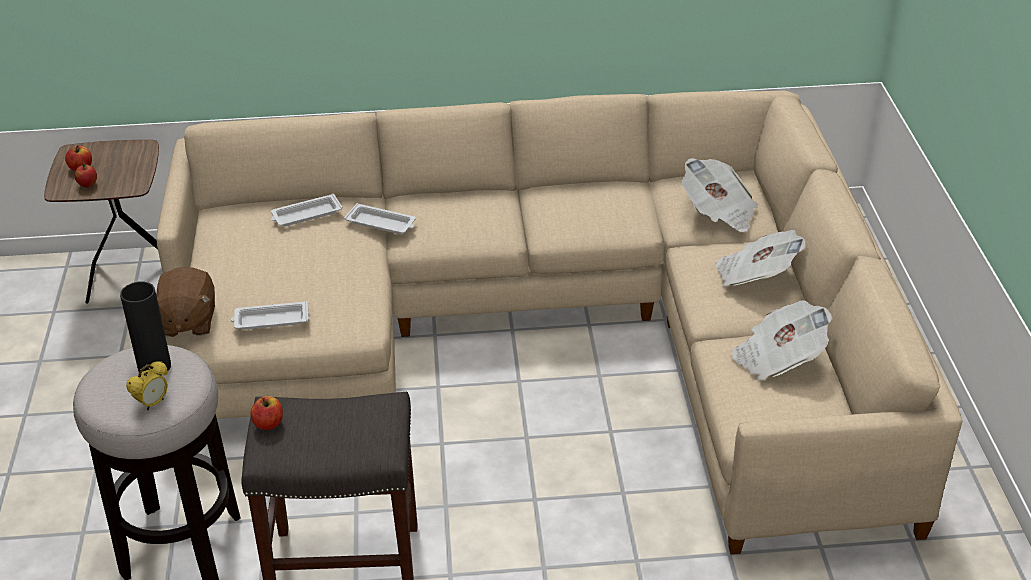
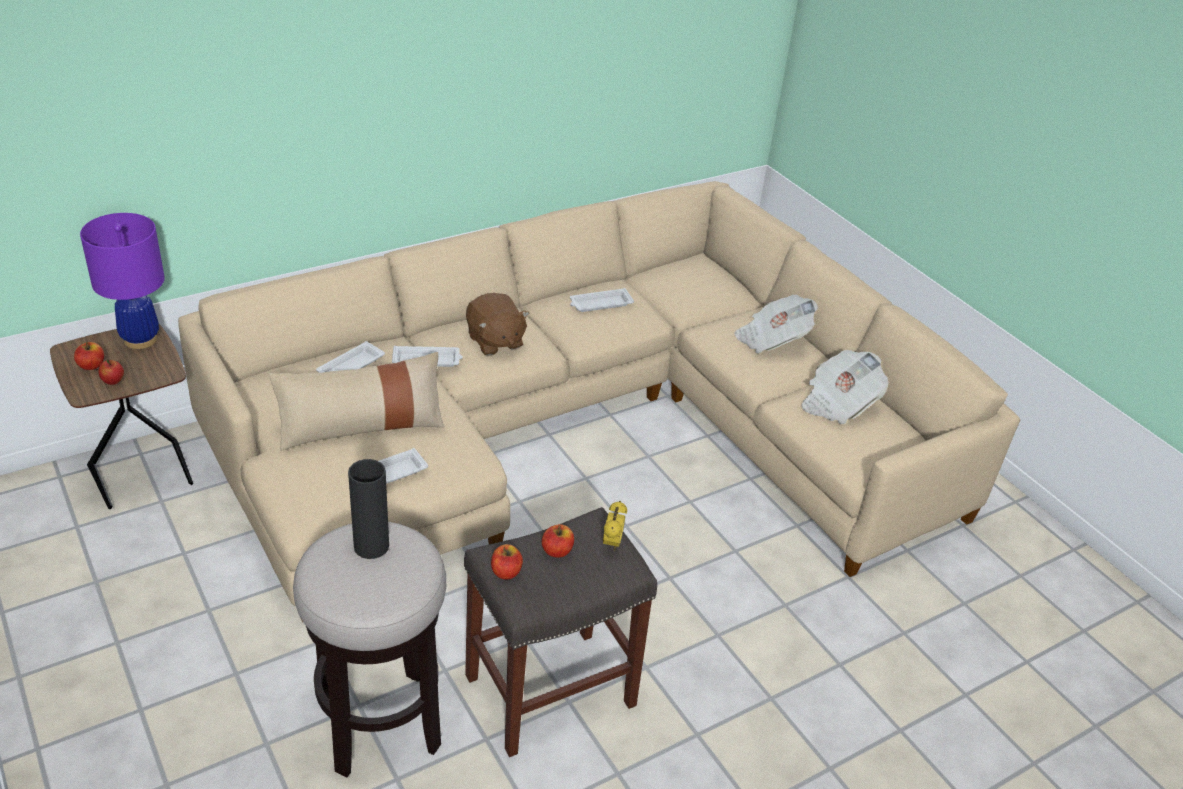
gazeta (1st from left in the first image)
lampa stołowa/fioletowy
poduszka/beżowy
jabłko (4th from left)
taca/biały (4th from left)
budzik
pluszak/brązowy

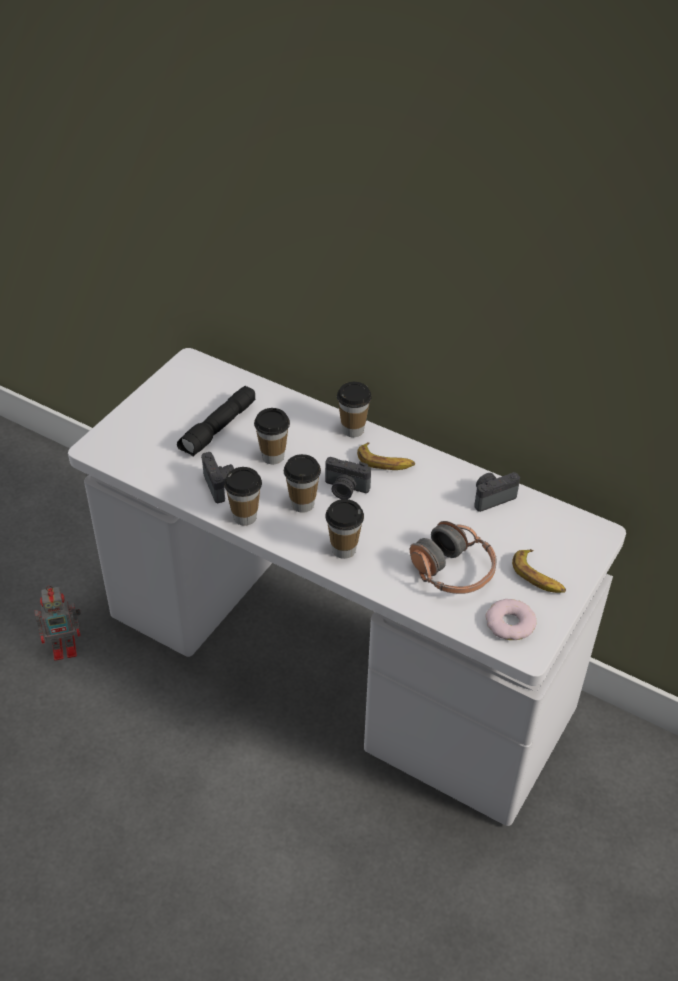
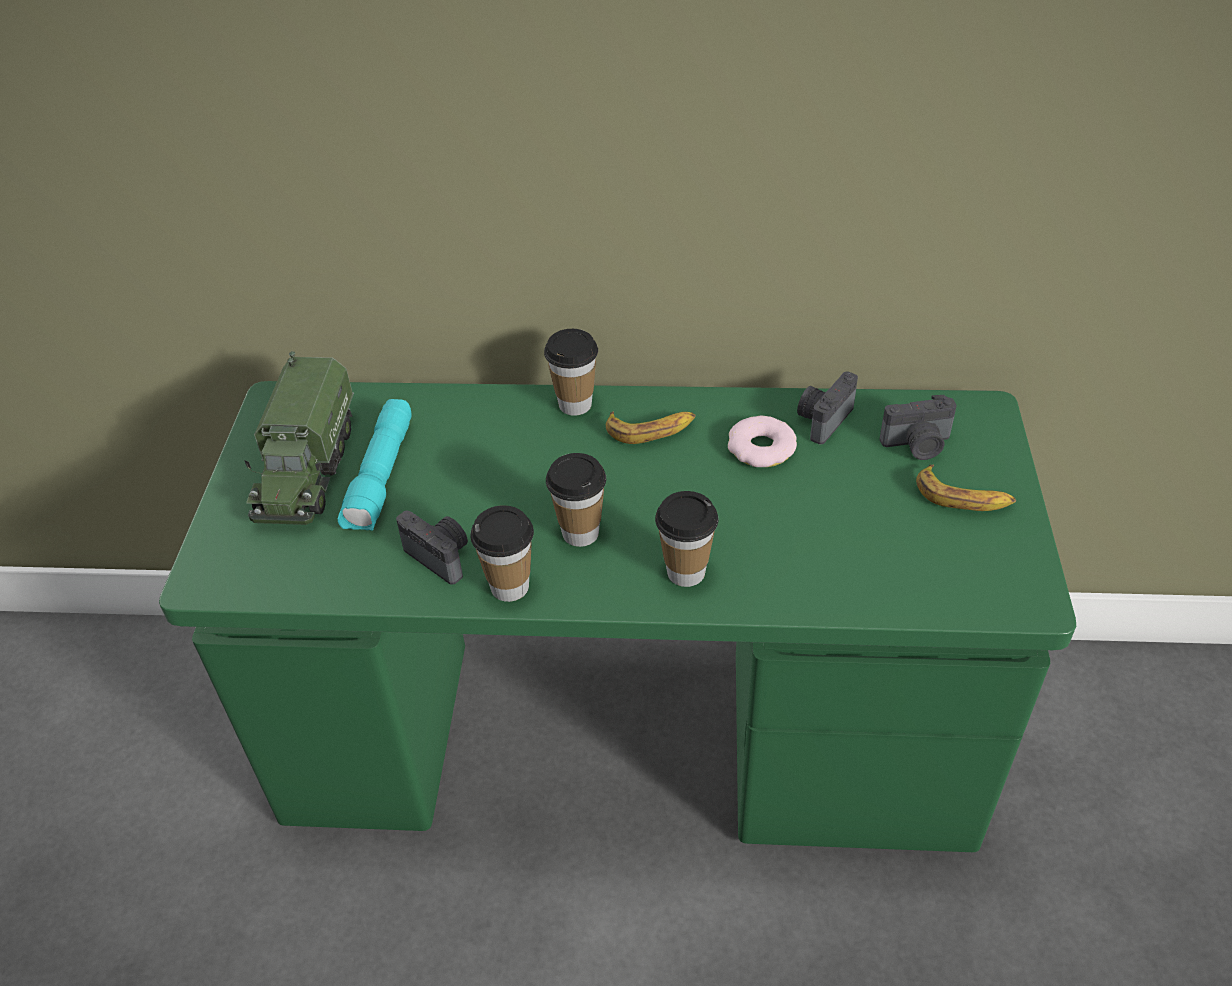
robot zabawkowy
filiżanka (2nd from left in the first image)
słuchawki
ciężarówka zabawkowa
aparat fotograficzny (3rd from left)
donut
biurko/zielony
latarka/turkusowy

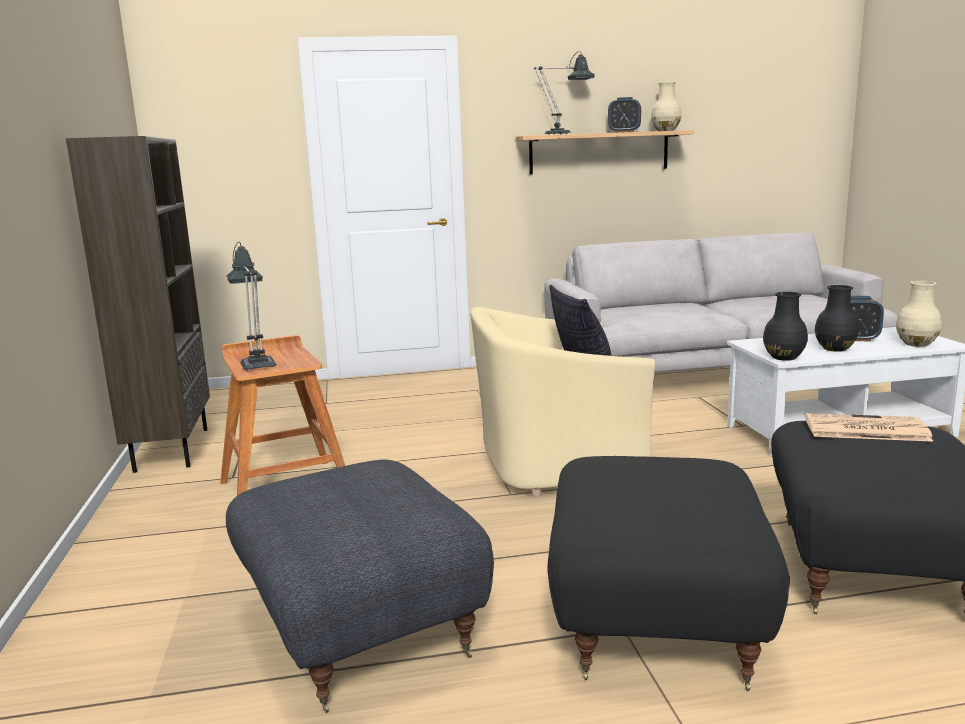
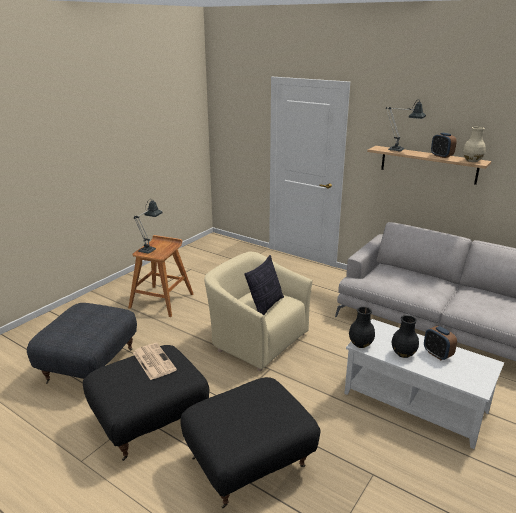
regał/brązowy
wazon/beżowy (2nd from left in the first image)
gazeta

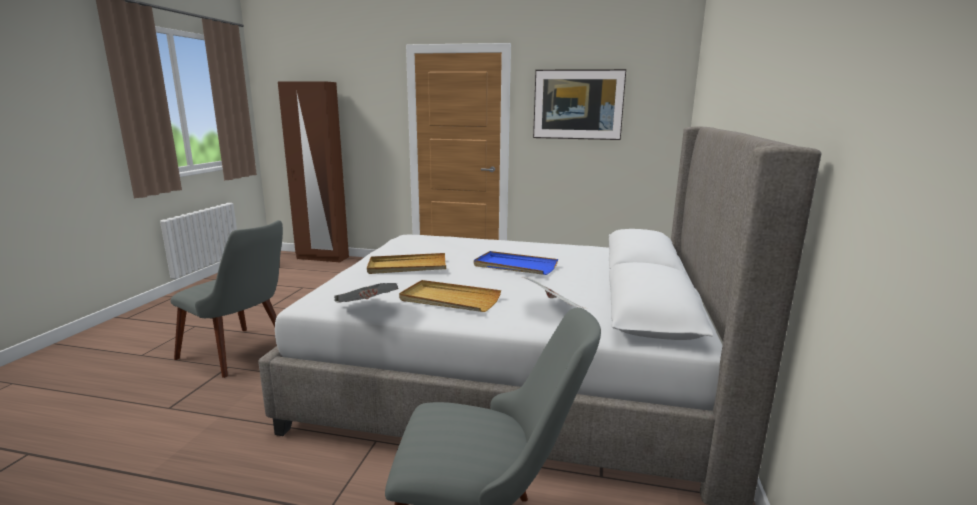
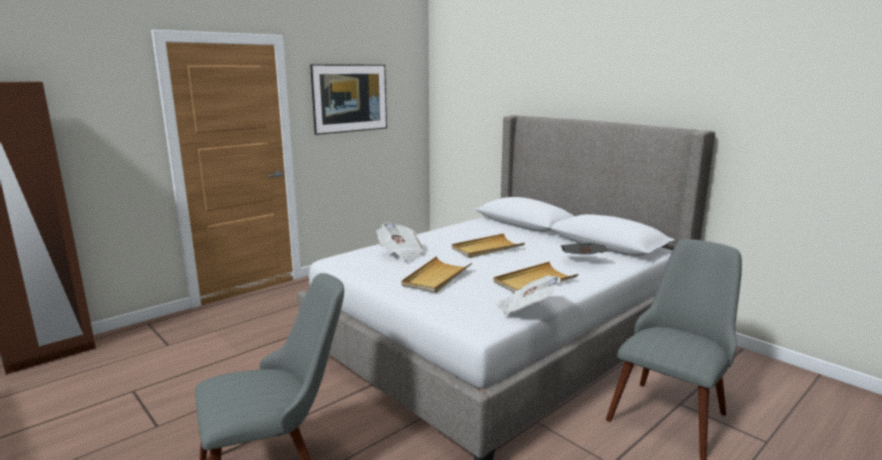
gazeta (1st from left)
taca/beżowy (2nd from left)

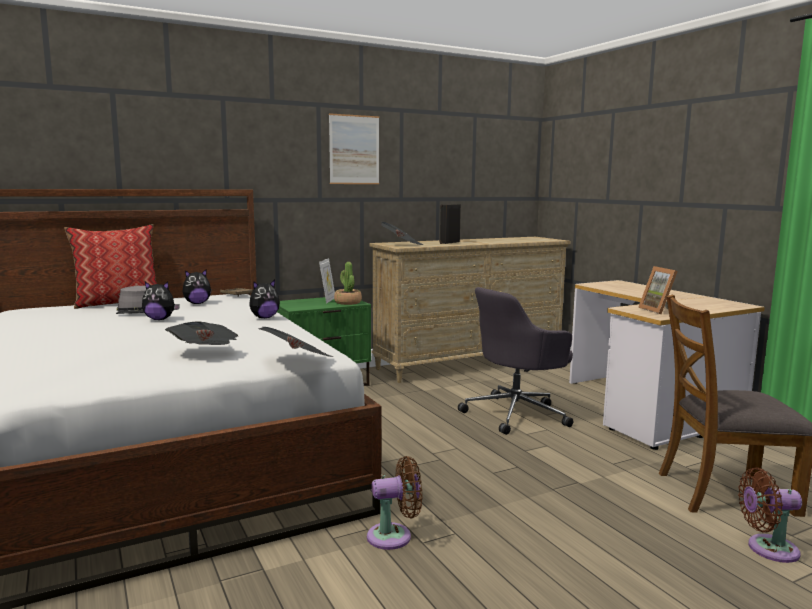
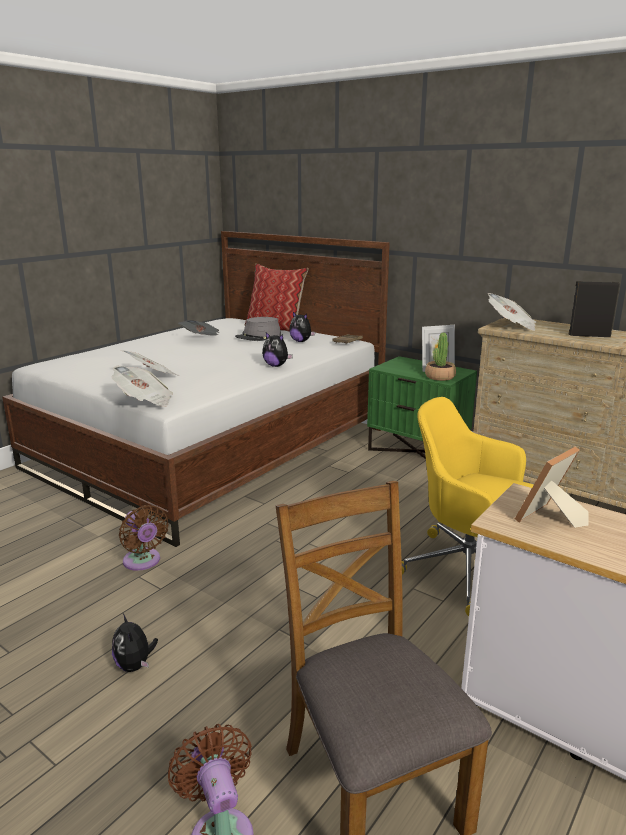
obraz
gazeta (3rd from left)
pluszak (1st from left)
krzesło biurowe/żółty

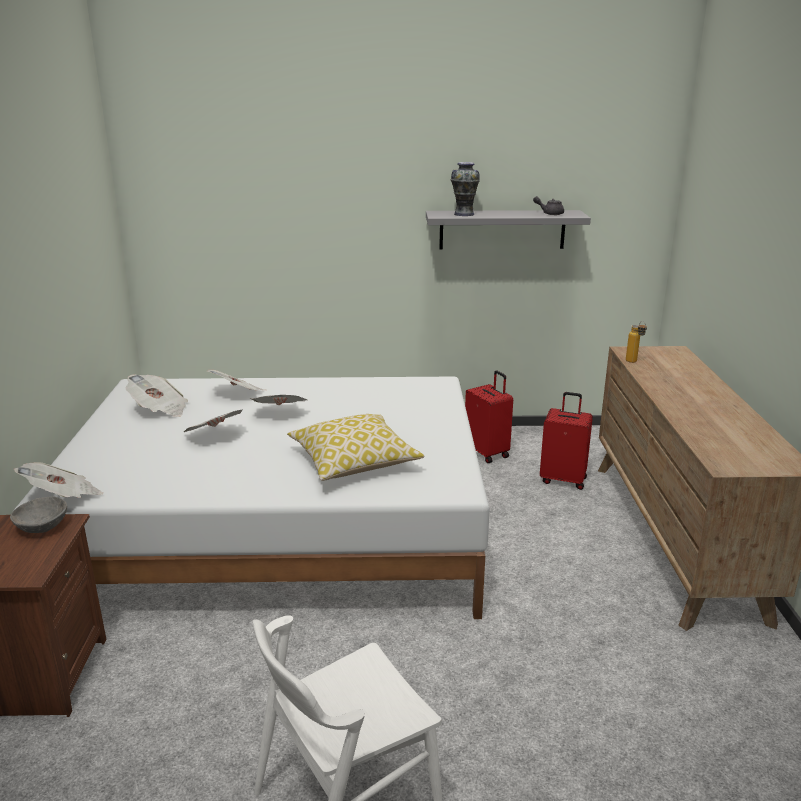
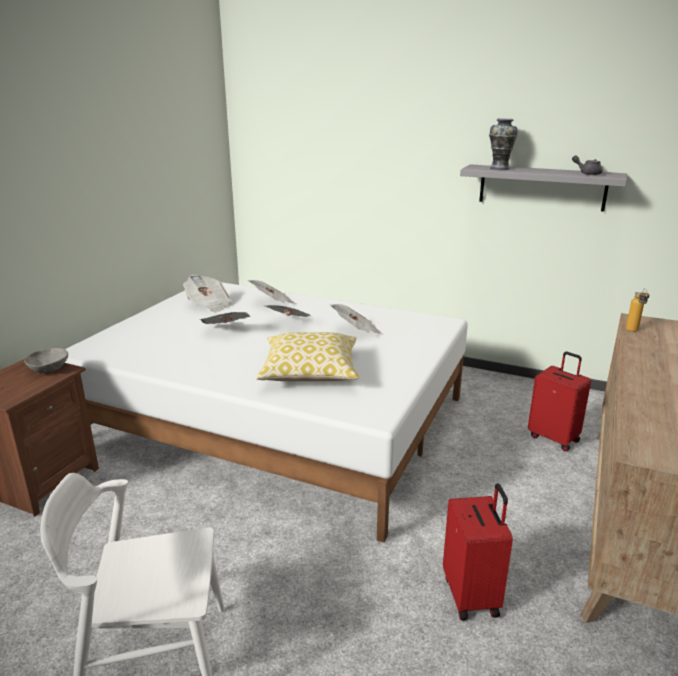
gazeta (5th from left)
walizka/czerwony (1st from left)

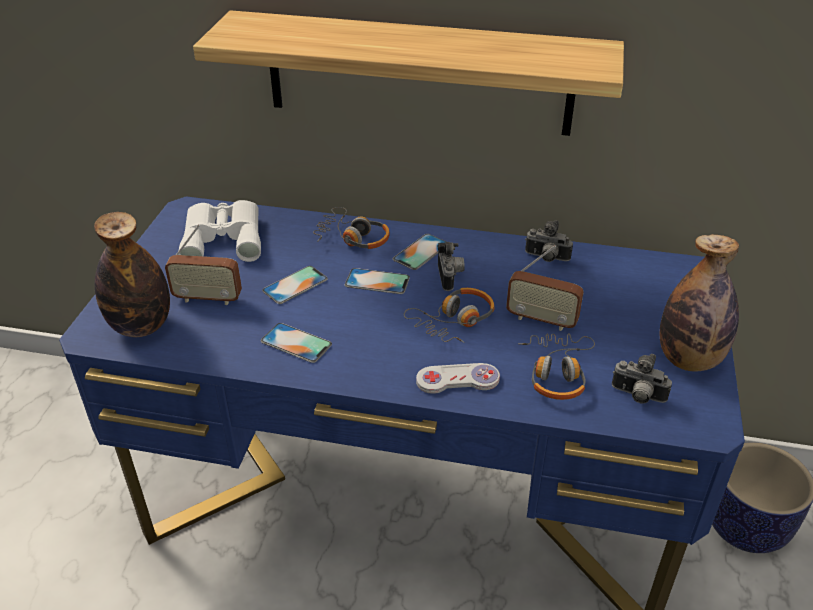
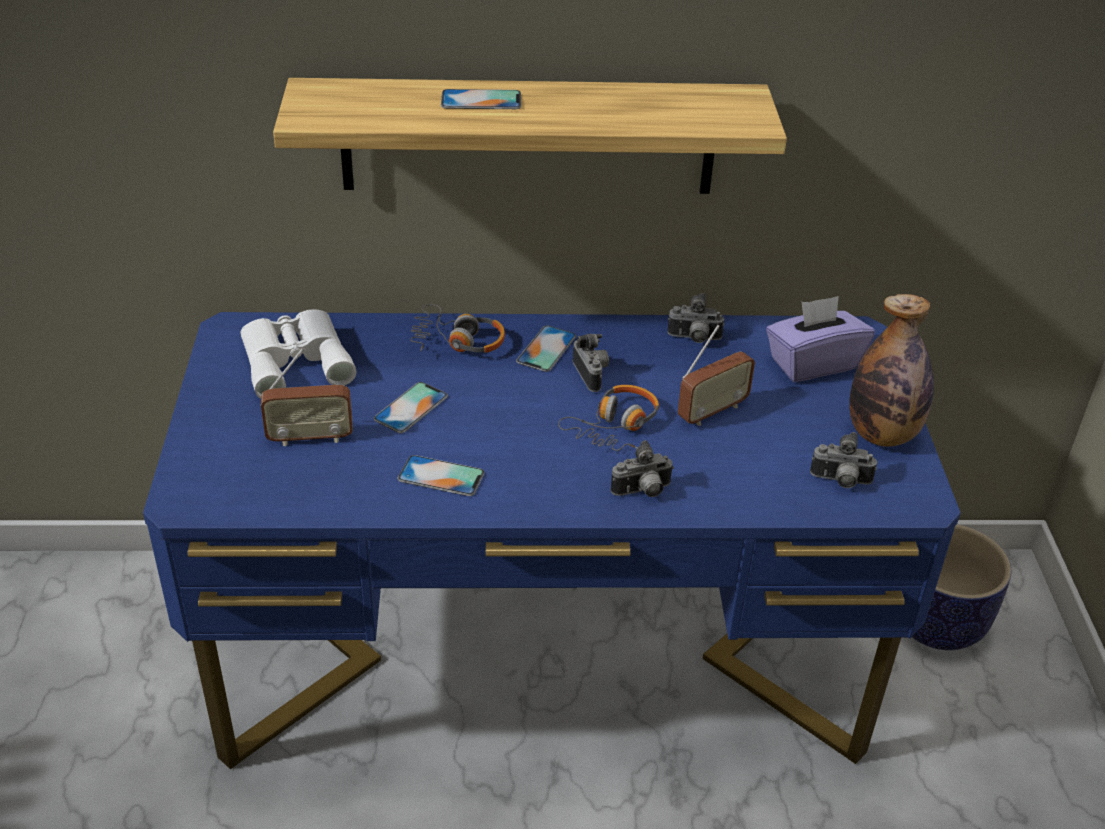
butelka (1st from left in the first image)
słuchawki (3rd from left in the first image)
pudełko chusteczek/fioletowy
telefon (3rd from left)
aparat fotograficzny (2nd from left)
radio (2nd from left)

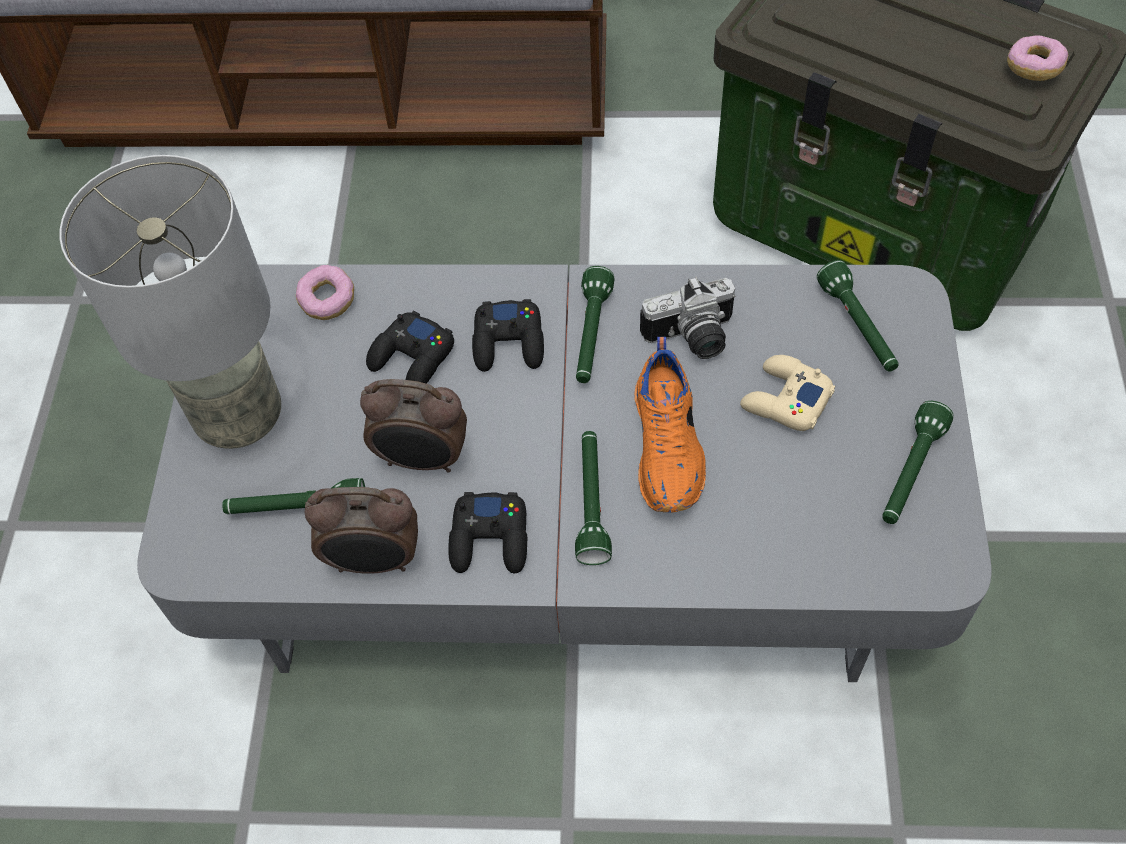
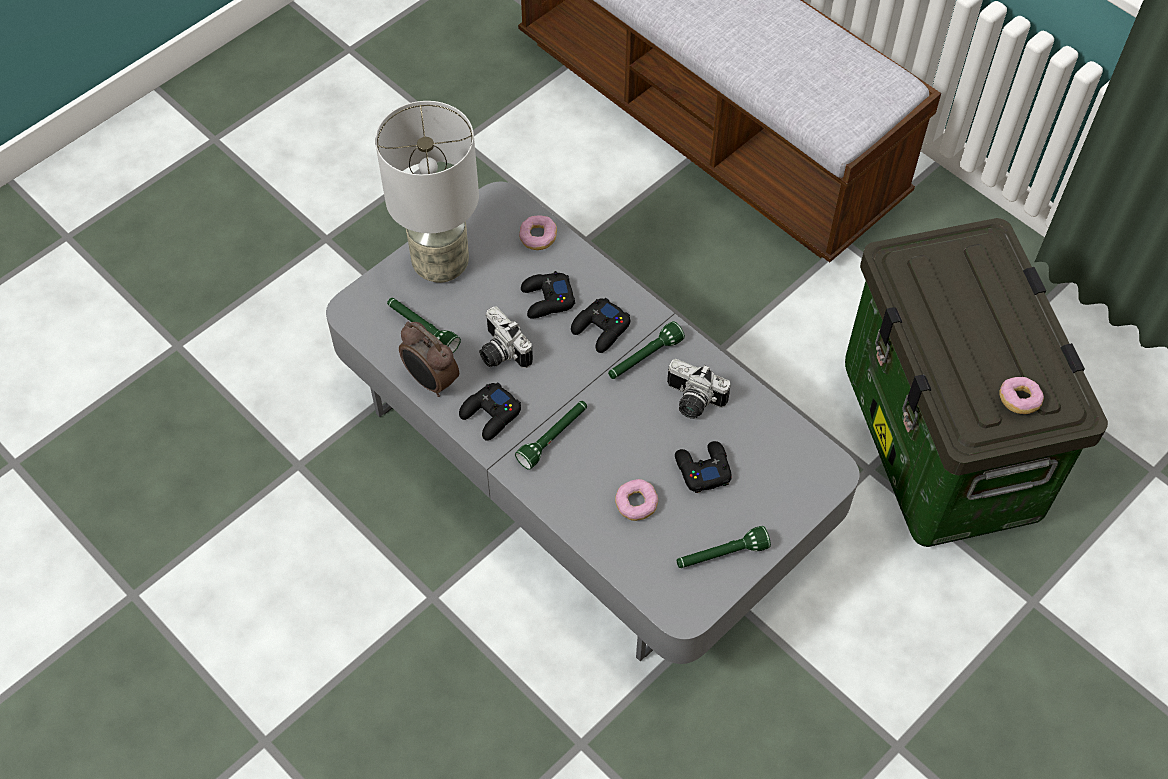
but/pomarańczowy
latarka/zielony (4th from left in the first image)
donut (2nd from left)
aparat fotograficzny (1st from left)
pad do gier/czarny (4th from left)

